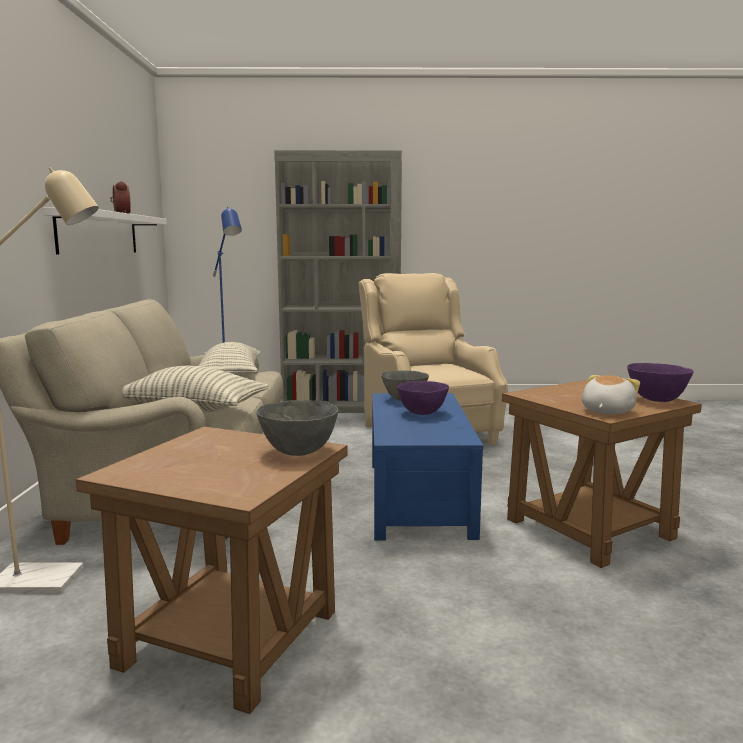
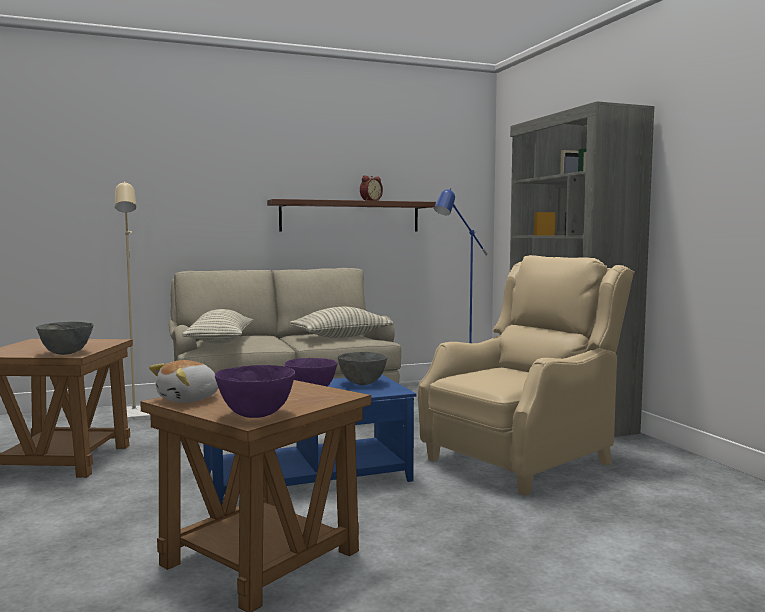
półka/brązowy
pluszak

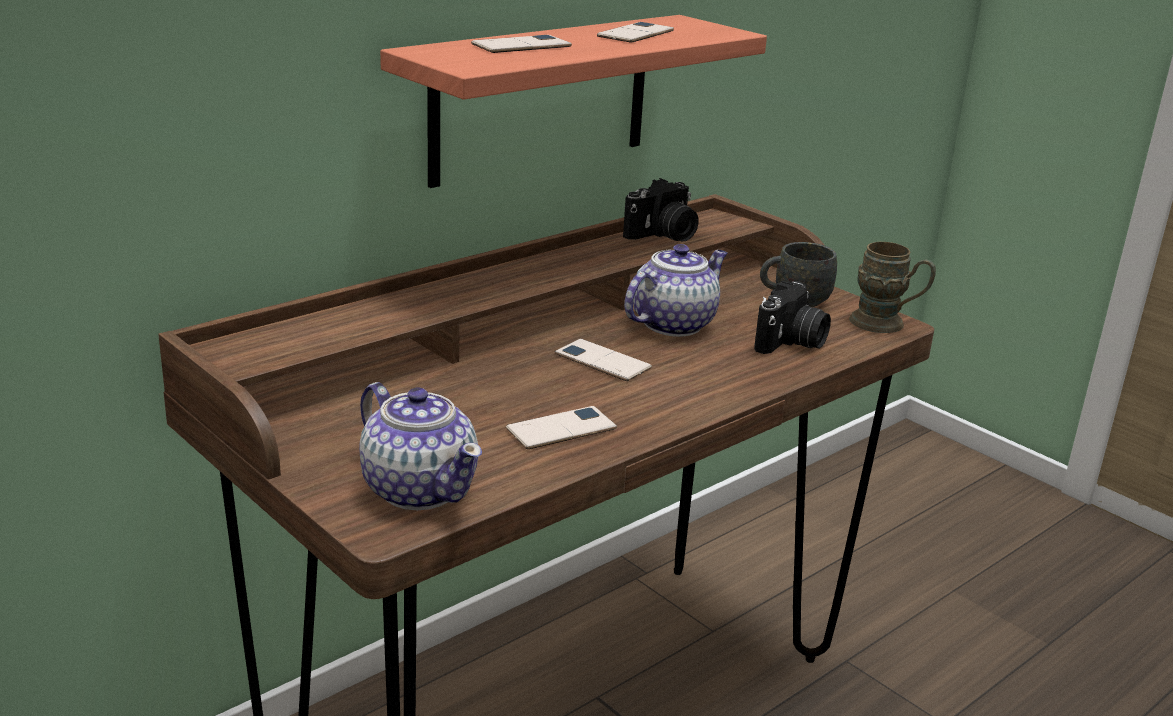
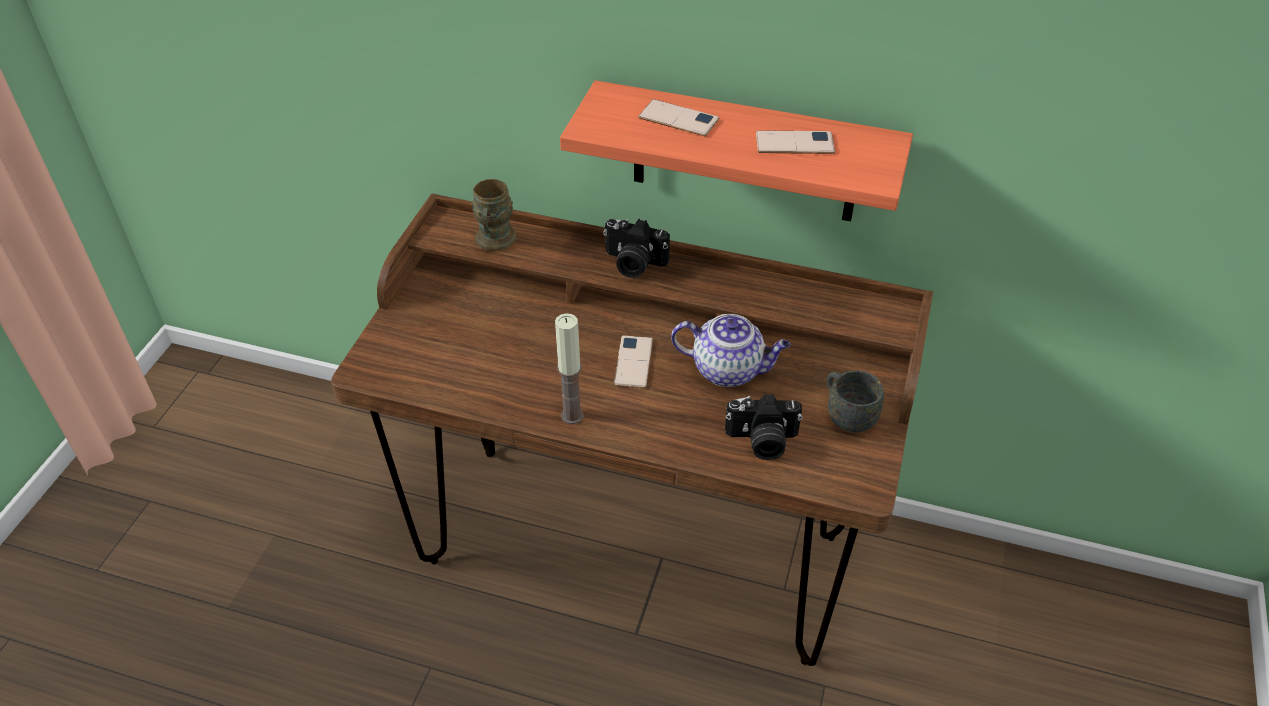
imbryk (1st from left in the first image)
telefon (2nd from left in the first image)
świeca
aparat fotograficzny (1st from left)
kubek/brązowy

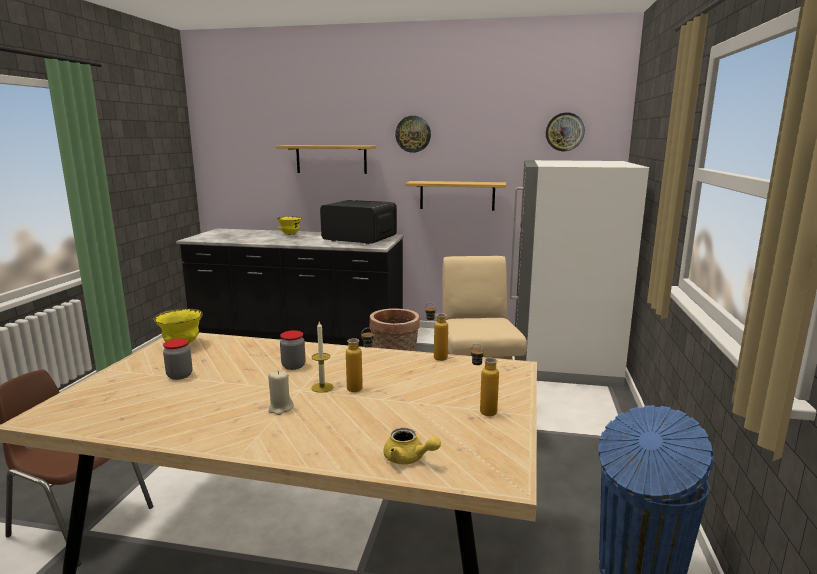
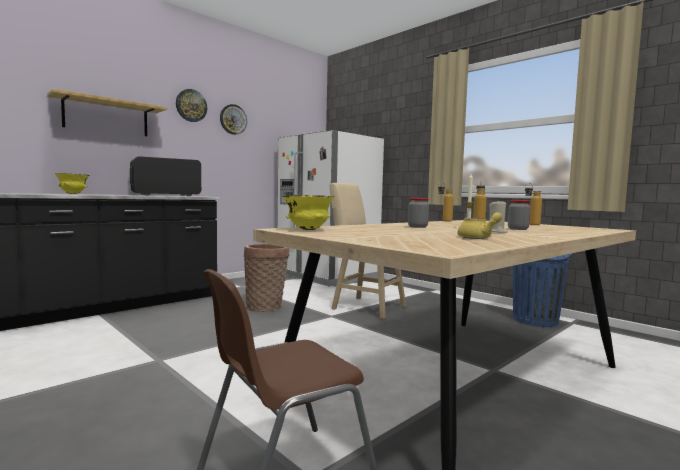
półka (2nd from left in the first image)
słoik (2nd from left)
imbryk/żółty
zegar ścienny (2nd from left)

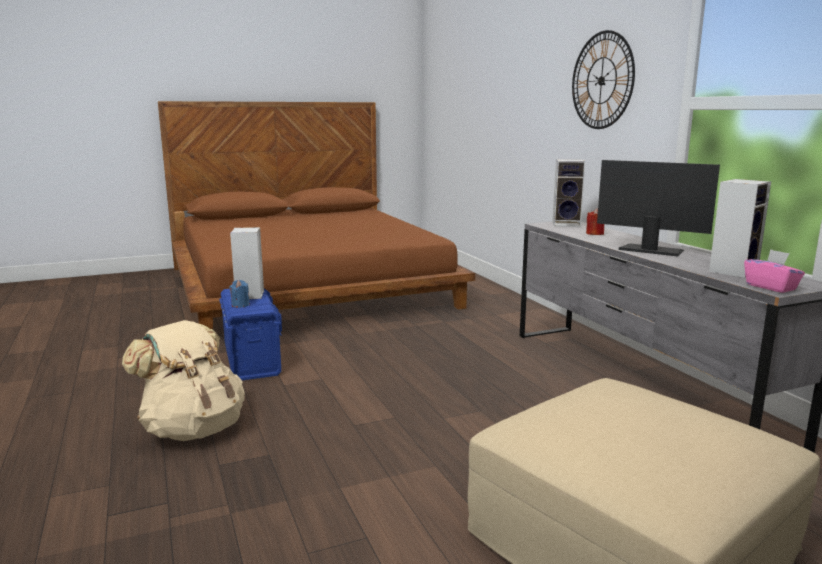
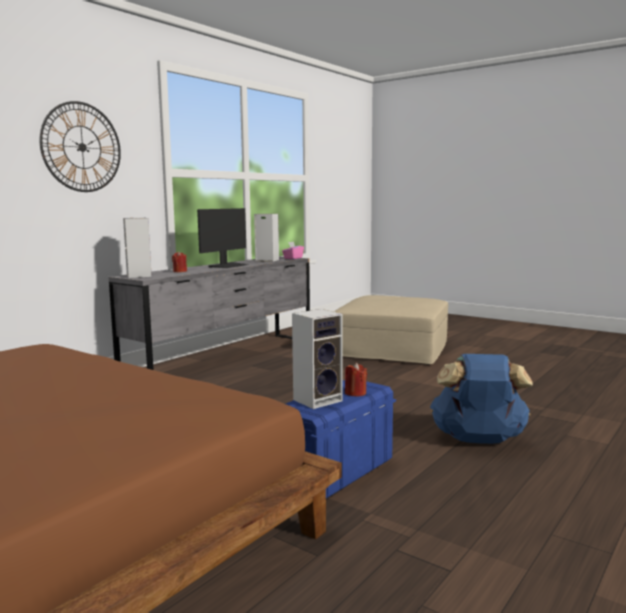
plecak/niebieski
świeca/czerwony (2nd from left)
monitor

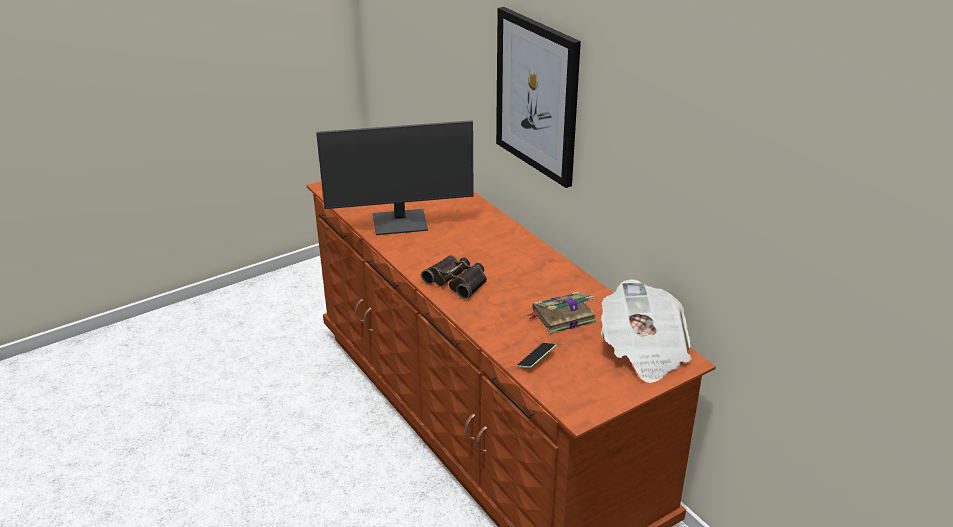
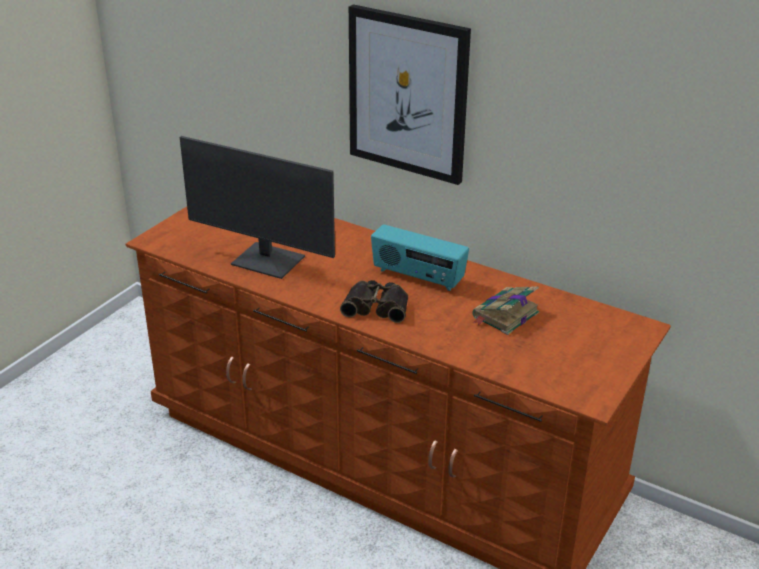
telefon
gazeta
radio
monitor

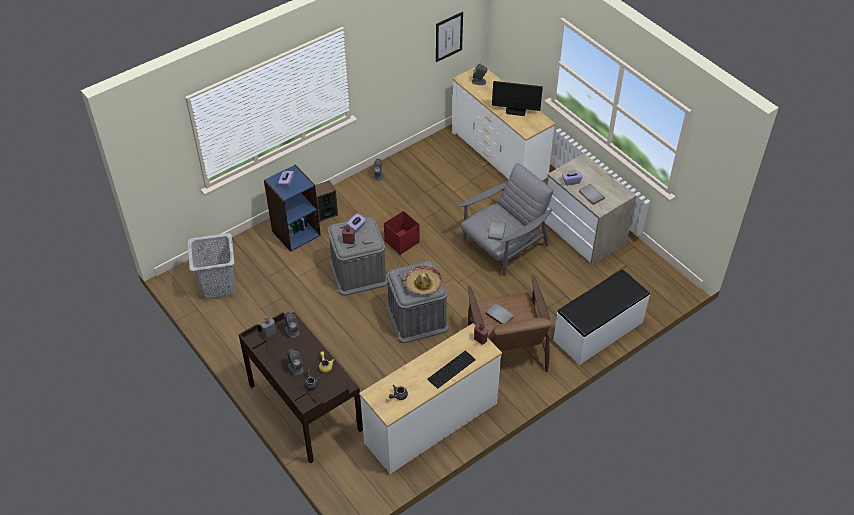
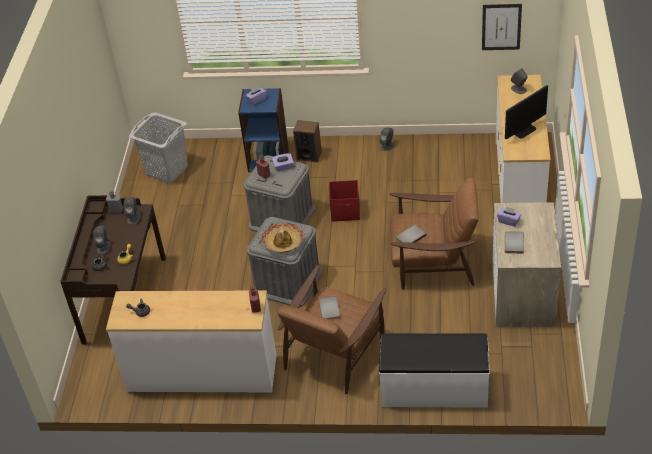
klawiatura
fotel/brązowy (2nd from left)
monitor

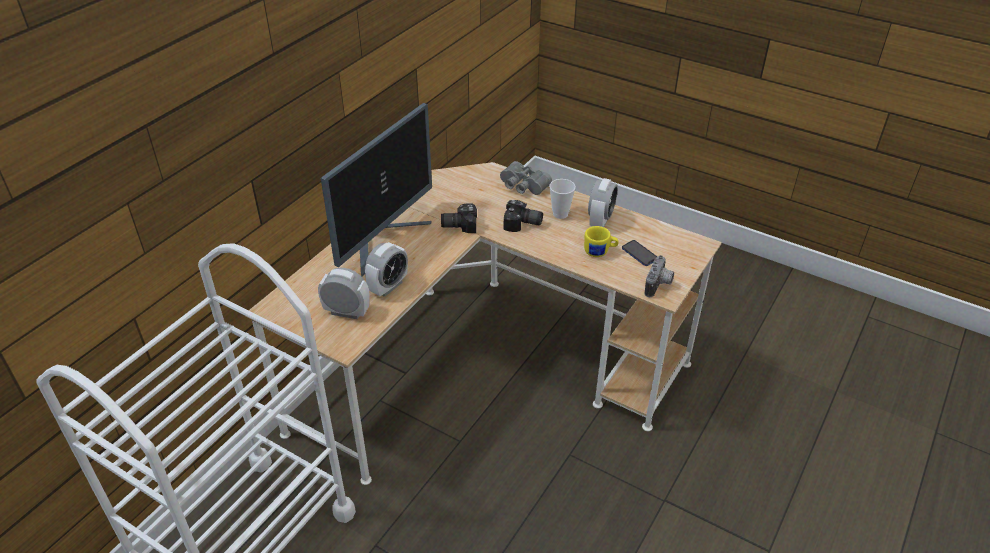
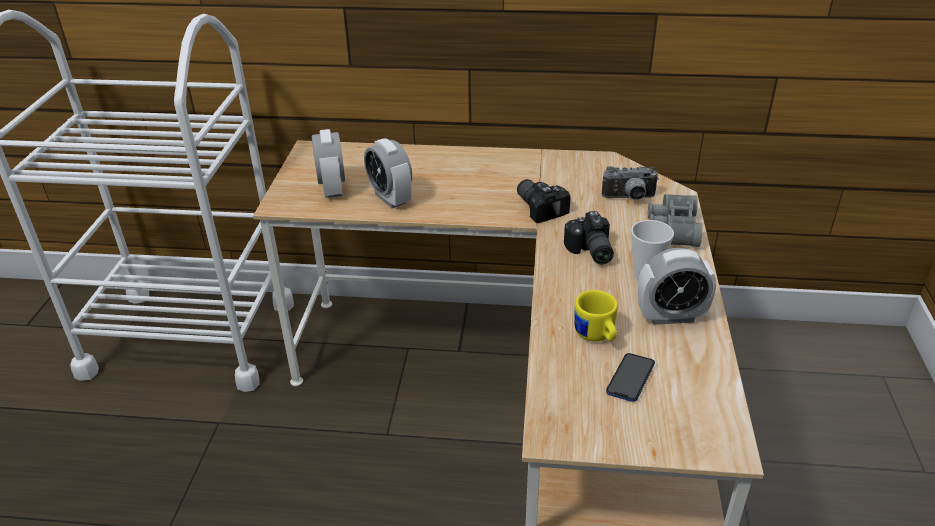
monitor
aparat fotograficzny (3rd from left)
budzik (2nd from left)

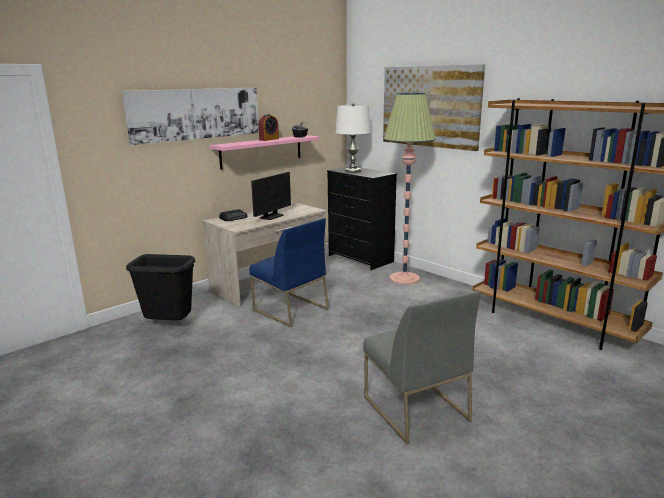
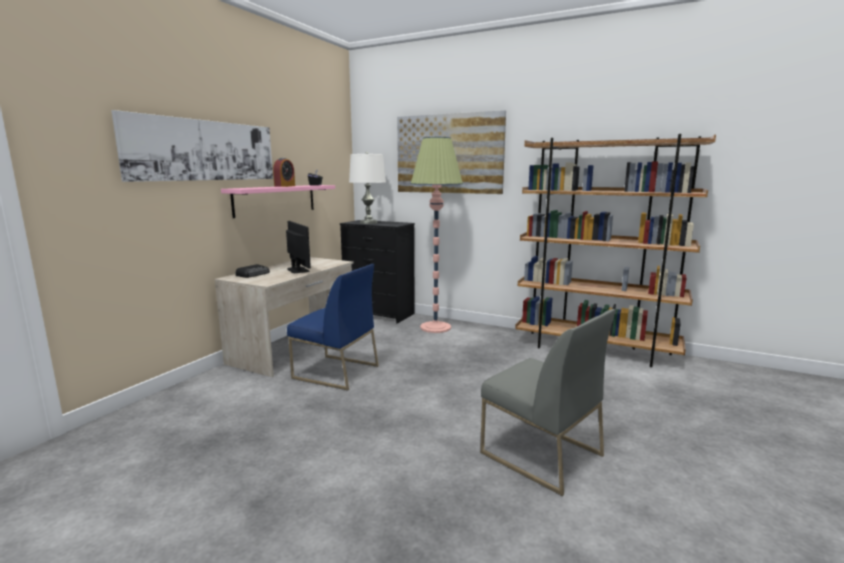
kosz na śmieci/czarny
monitor

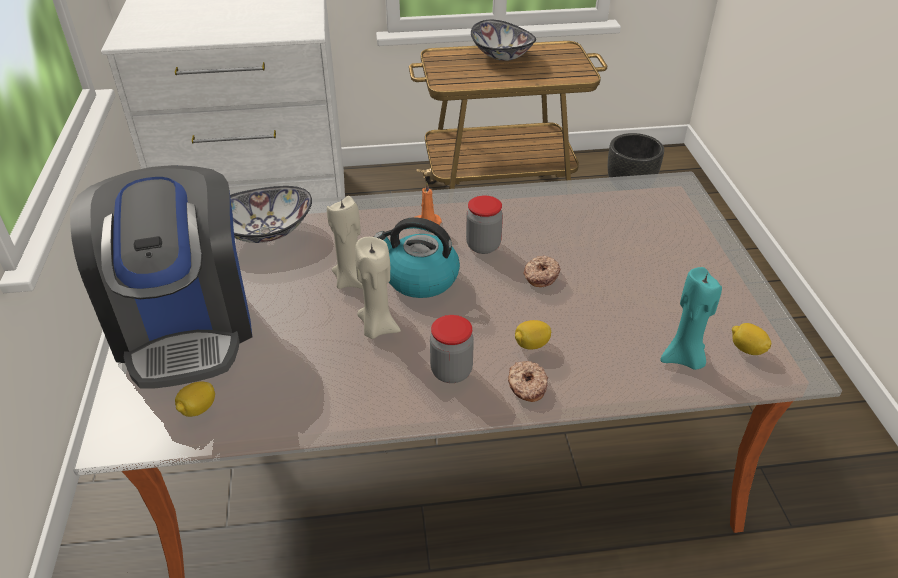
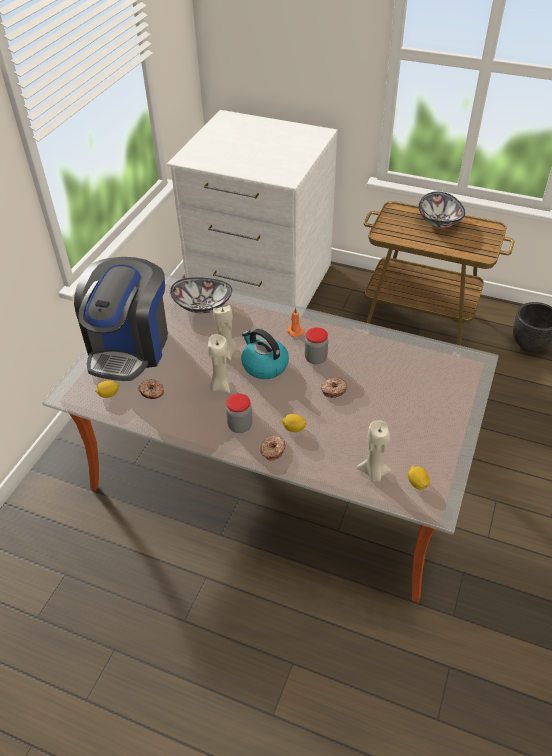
donut (1st from left)
świeca/beżowy (3rd from left)

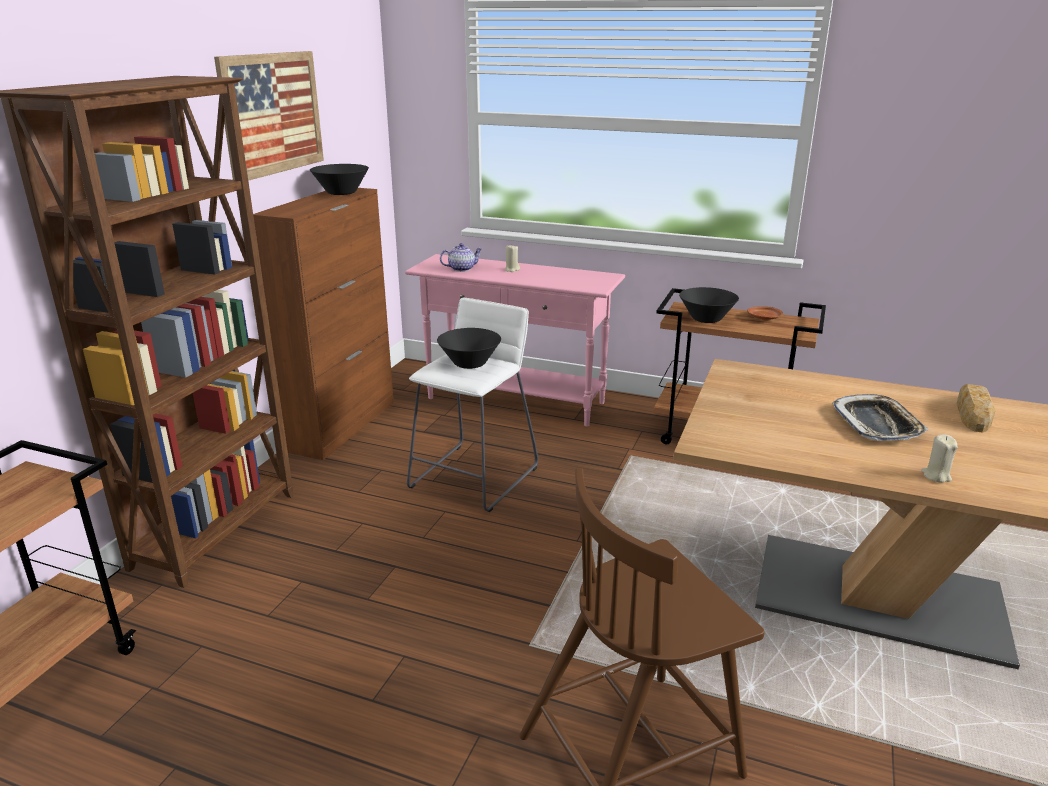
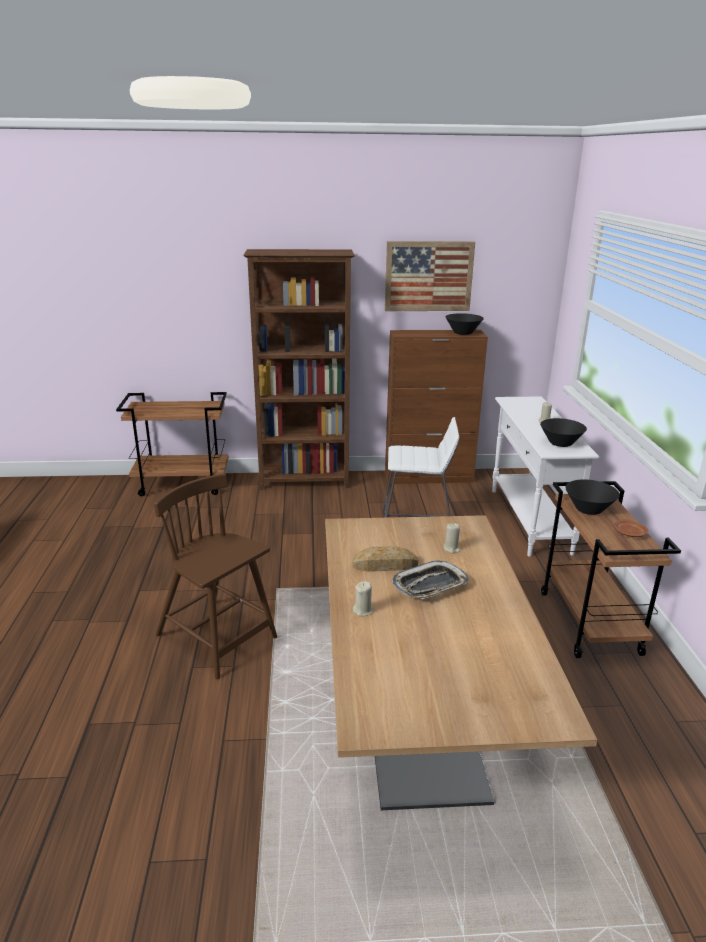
imbryk
świeca/beżowy (2nd from left)
miska/czarny (2nd from left)
chleb
stolik konsolowy/biały

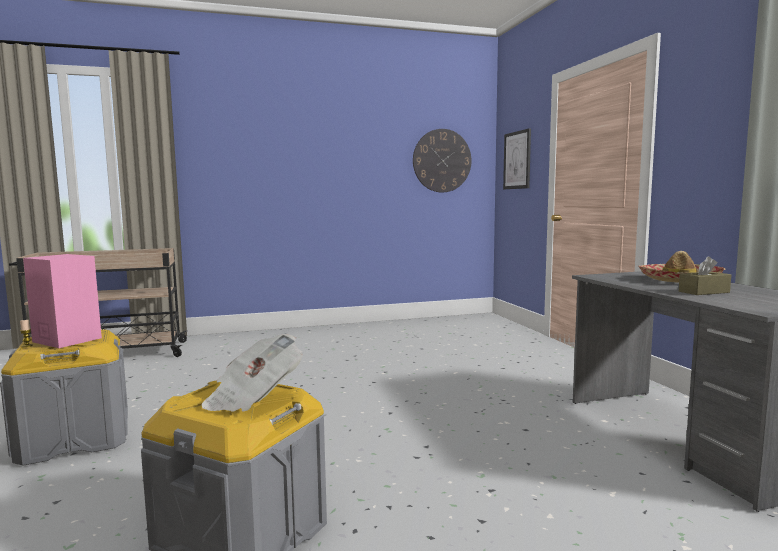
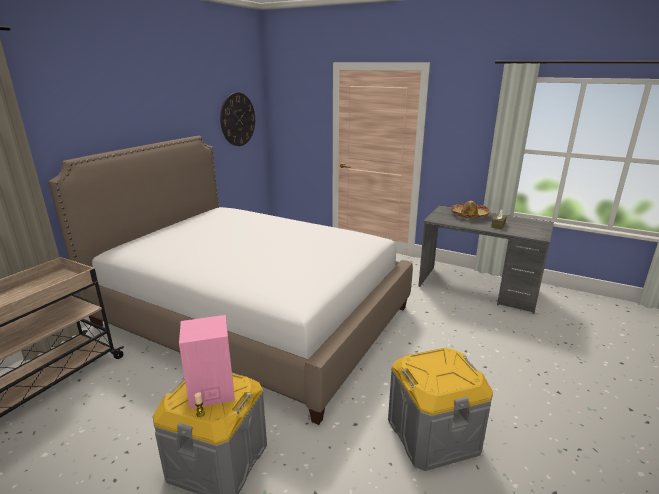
gazeta
obraz
łóżko

